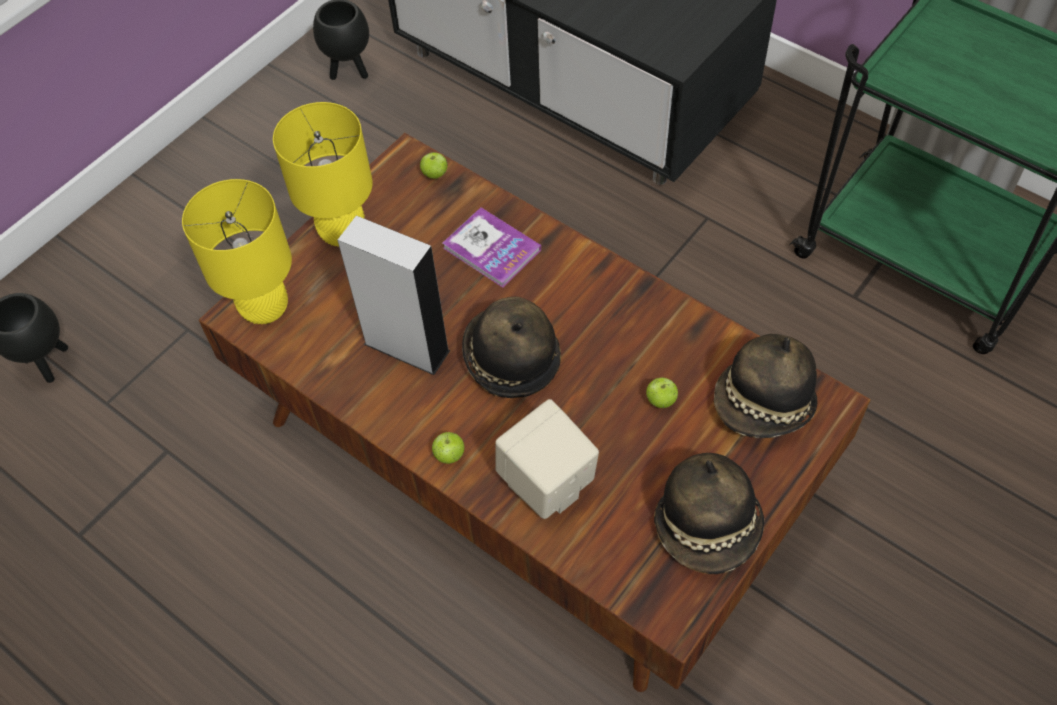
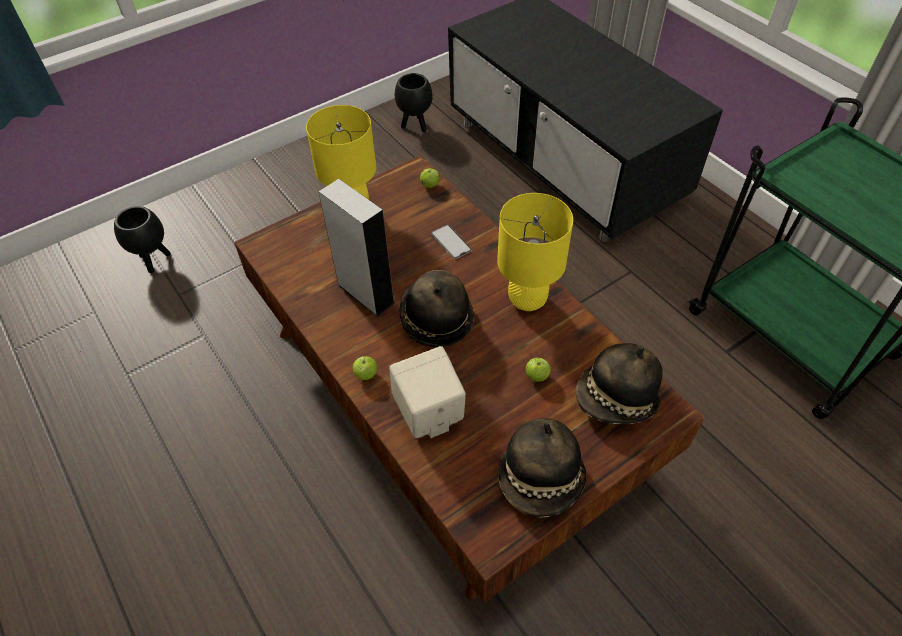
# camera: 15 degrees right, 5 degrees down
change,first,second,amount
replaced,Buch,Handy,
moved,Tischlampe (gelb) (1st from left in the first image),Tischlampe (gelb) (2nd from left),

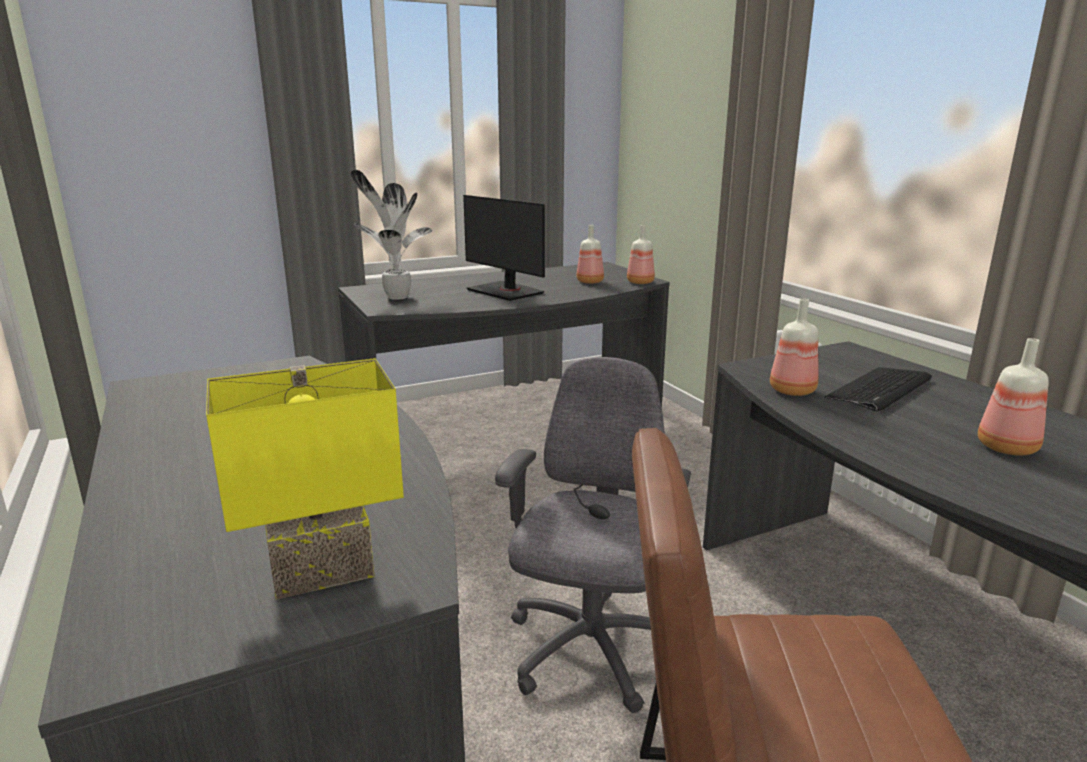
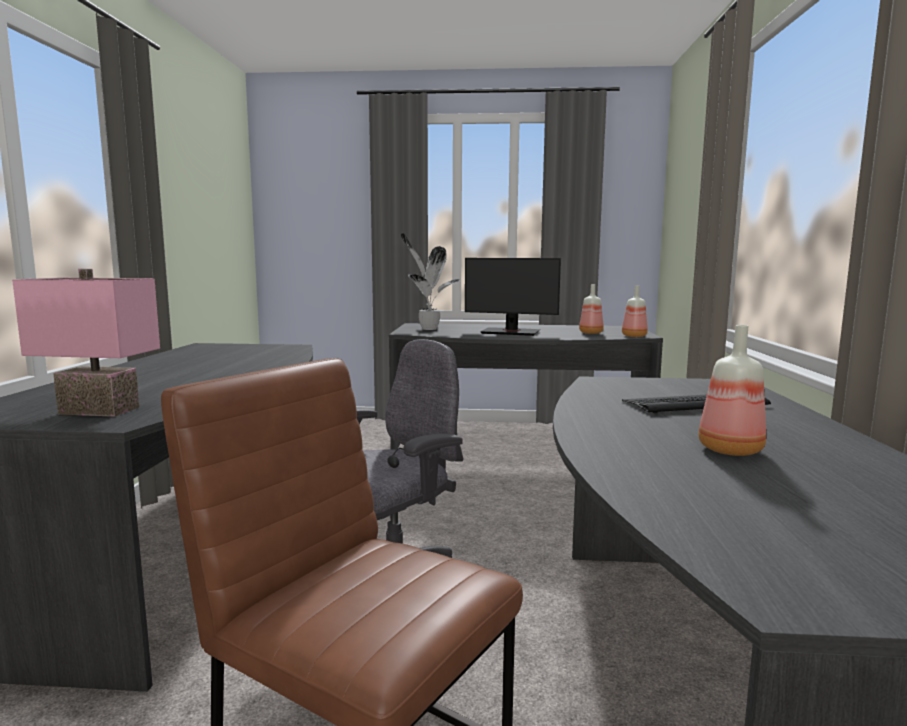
# camera: 30 degrees right, 10 degrees down
change,first,second,amount
recoloured,Tischlampe (gelb),Tischlampe (rosa),
turned,Monitor,,60 degrees counterclockwise
removed,Flasche (3rd from left),,

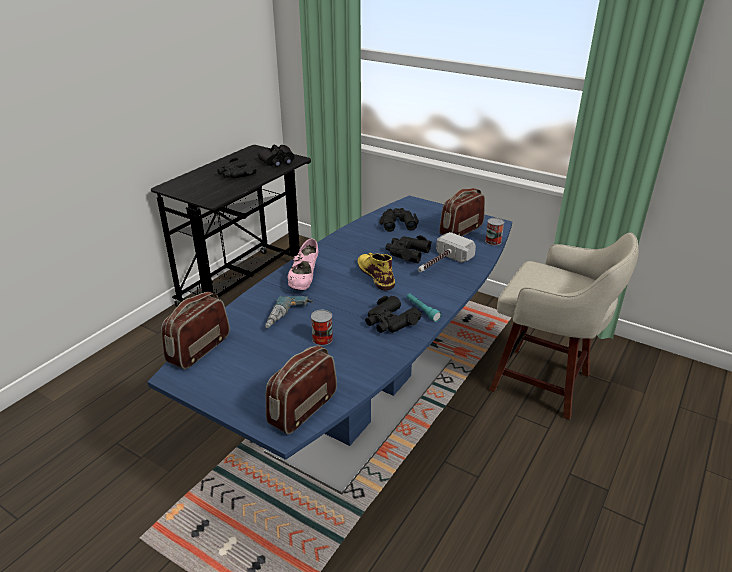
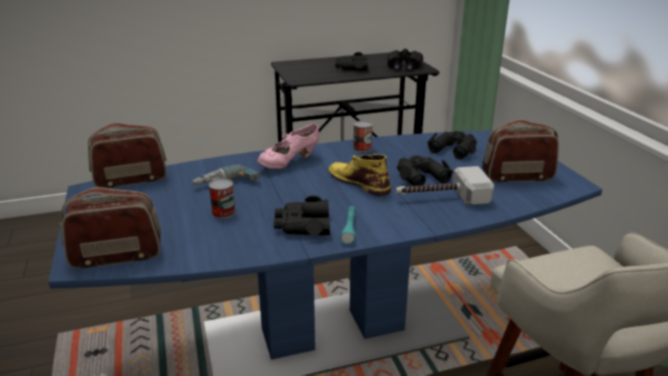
# camera: 40 degrees right, 5 degrees down
change,first,second,amount
turned,Stiefel (gelb),,60 degrees counterclockwise
moved,Dose (2nd from left),,

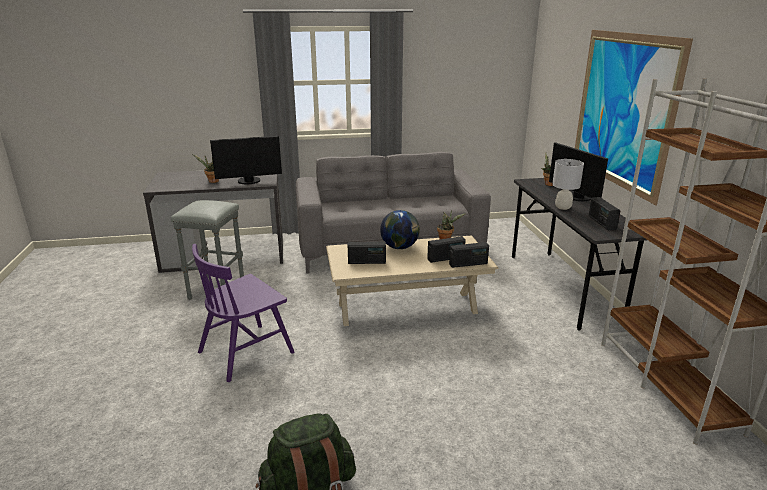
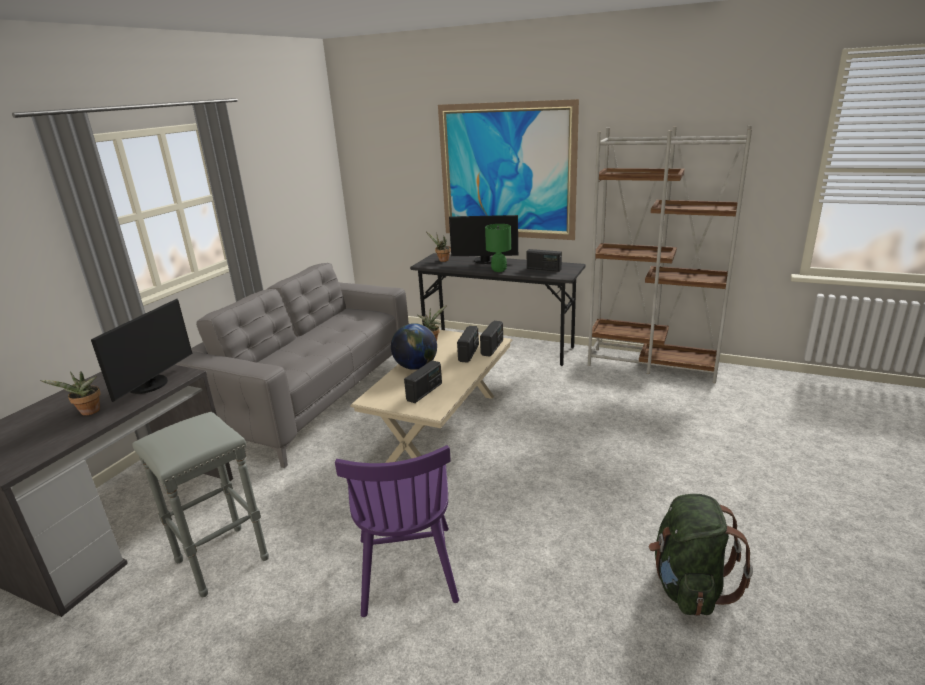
# camera: 55 degrees left, 0 degrees up
change,first,second,amount
recoloured,Tischlampe (grau),Tischlampe (grün),

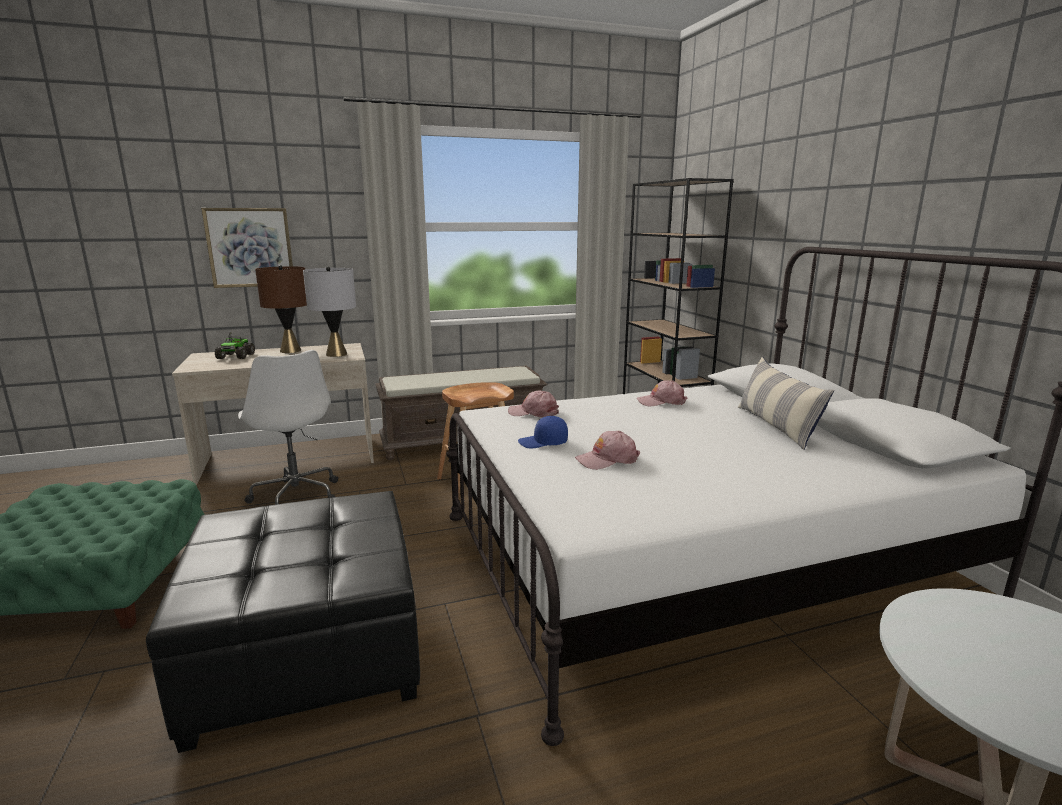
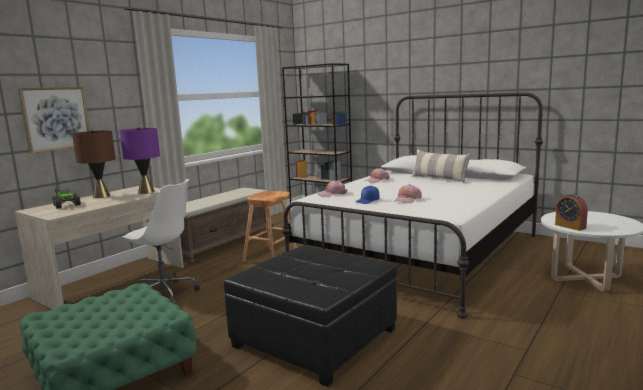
# camera: 35 degrees left, 5 degrees down
change,first,second,amount
recoloured,Tischlampe (grau),Tischlampe (lila),
added,,Wecker,

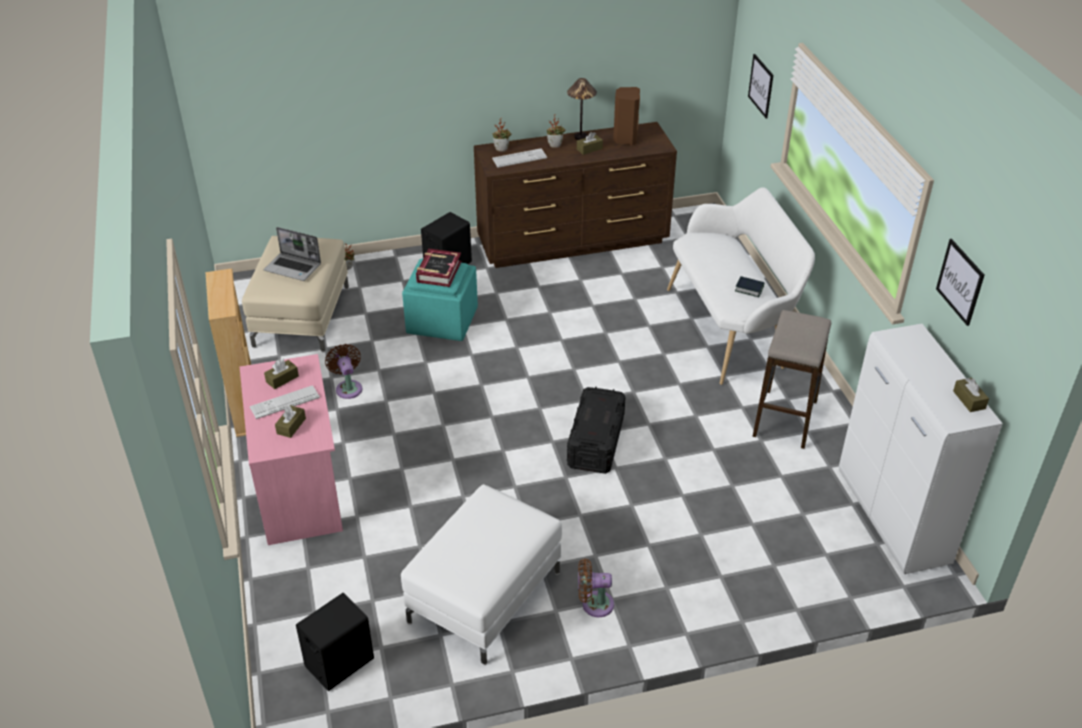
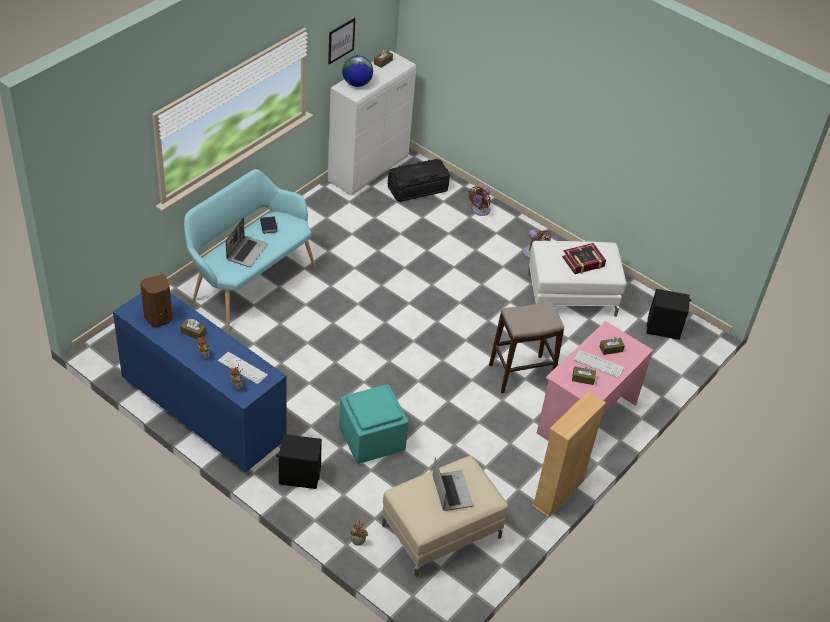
# camera: 130 degrees left, 5 degrees up
change,first,second,amount
recoloured,Kommode (braun),Kommode (blau),
recoloured,Bank (weiß),Bank (türkis),
added,,Laptop (1st from left),
added,,Globus,
moved,Aufbewahrungsbox (schwarz),,
moved,Ventilator (braun) (1st from left),,
moved,Hocker,,
moved,Buch (1st from left in the first image),Buch (2nd from left),
removed,Tischlampe,,
removed,Bild (1st from left),,

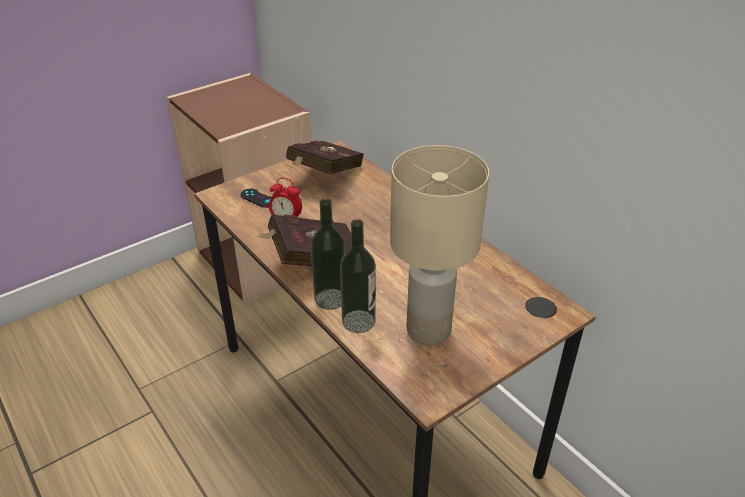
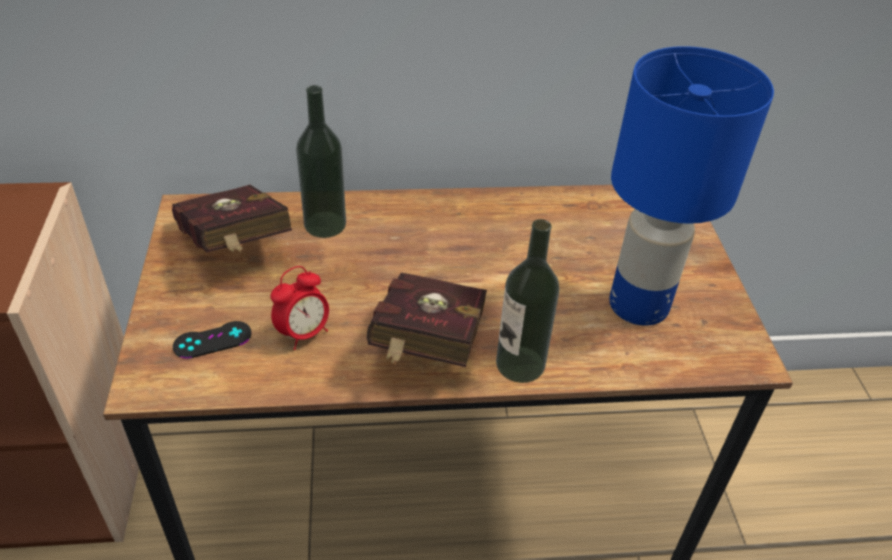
# camera: 60 degrees left, 5 degrees up
change,first,second,amount
moved,Flasche (2nd from left in the first image),Flasche (1st from left),
recoloured,Tischlampe (beige),Tischlampe (blau),

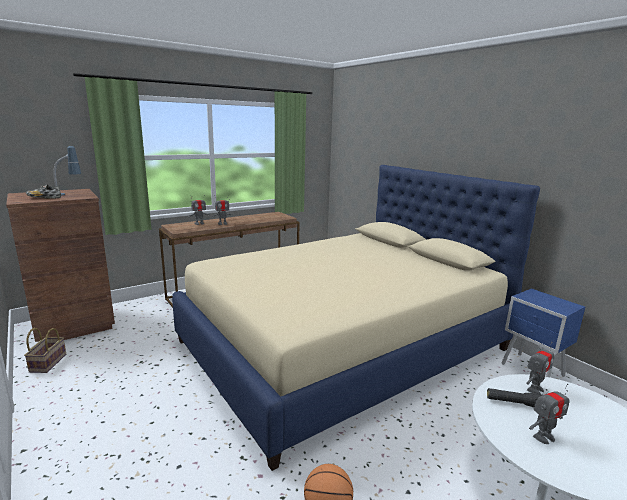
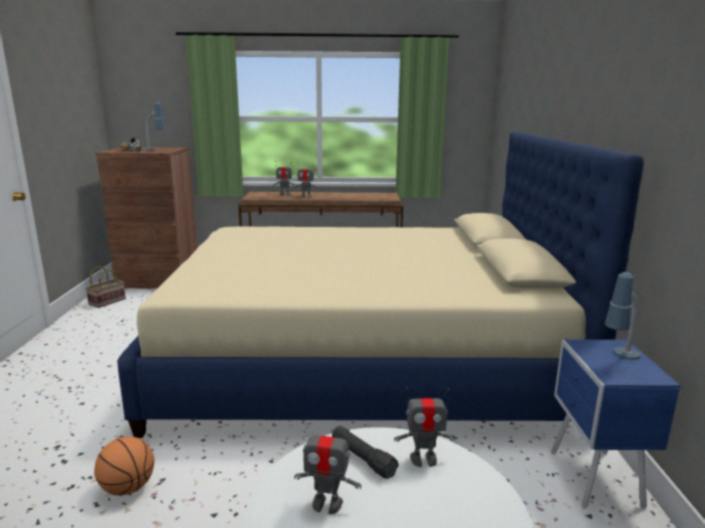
# camera: 35 degrees right, 0 degrees up
change,first,second,amount
added,,Tischlampe (2nd from left),

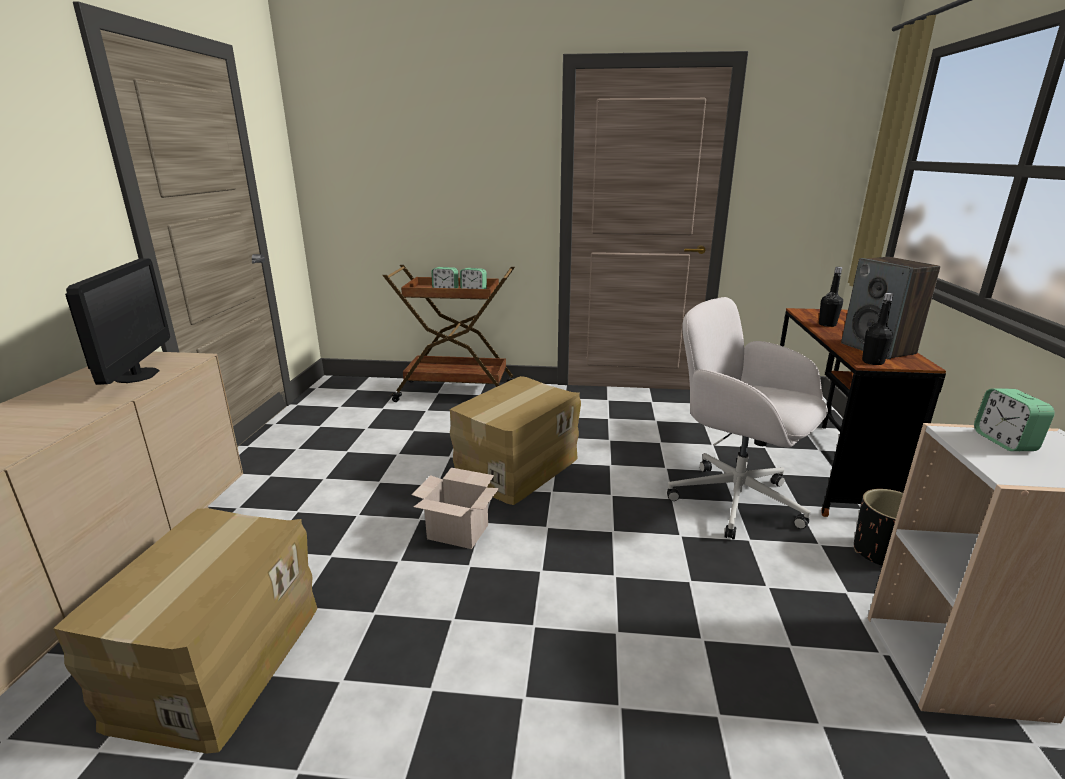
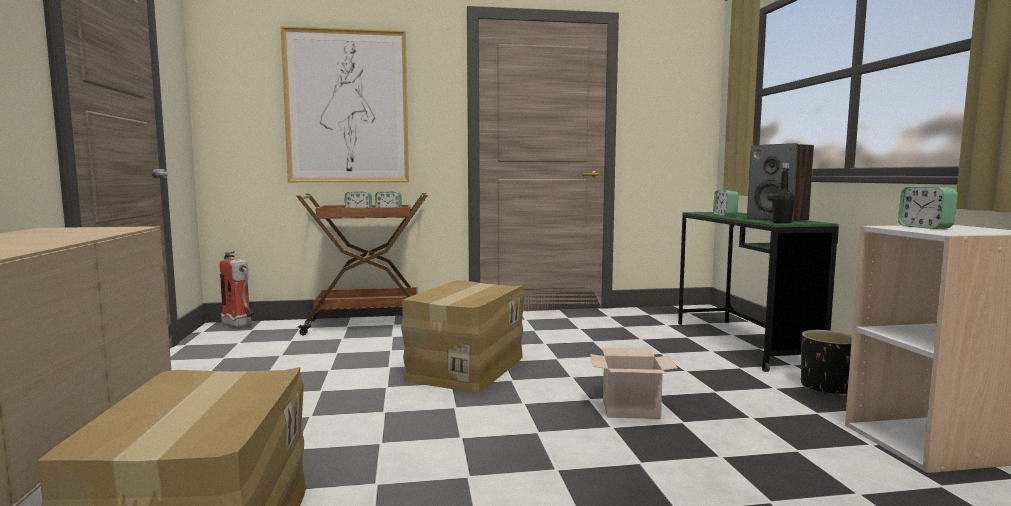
# camera: 15 degrees left, 15 degrees down
change,first,second,amount
added,,Feuerlöscher,
added,,Bild,
moved,Karton (2nd from left in the first image),Karton (3rd from left),
recoloured,Schreibtisch (braun),Schreibtisch (grün),
replaced,Flasche (schwarz) (1st from left),Wecker (3rd from left),
removed,Monitor,,
removed,Bürostuhl (weiß),,

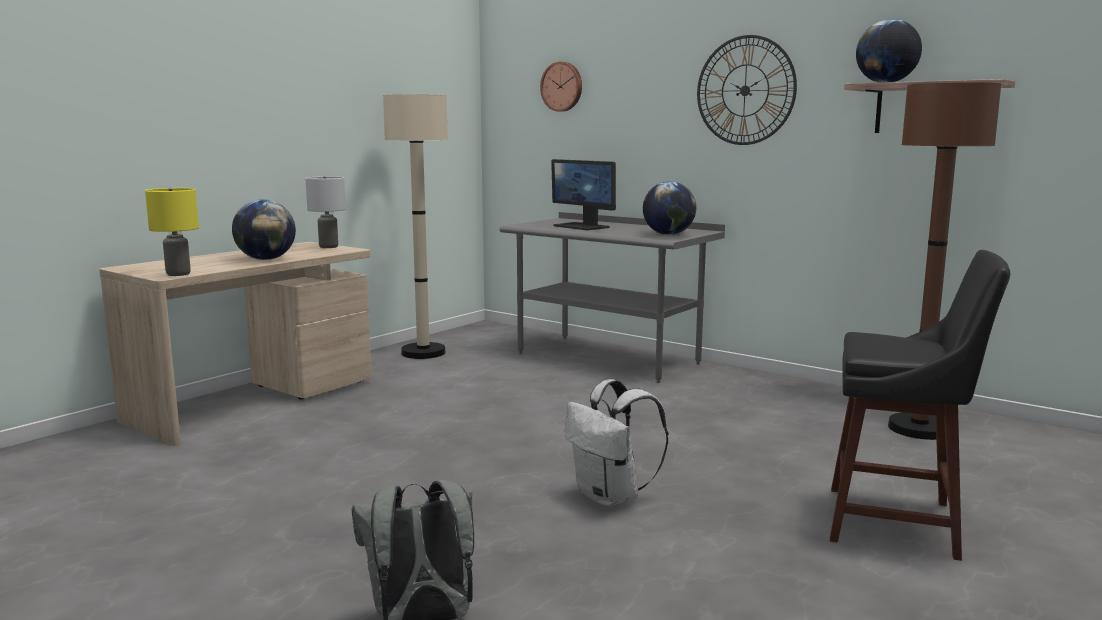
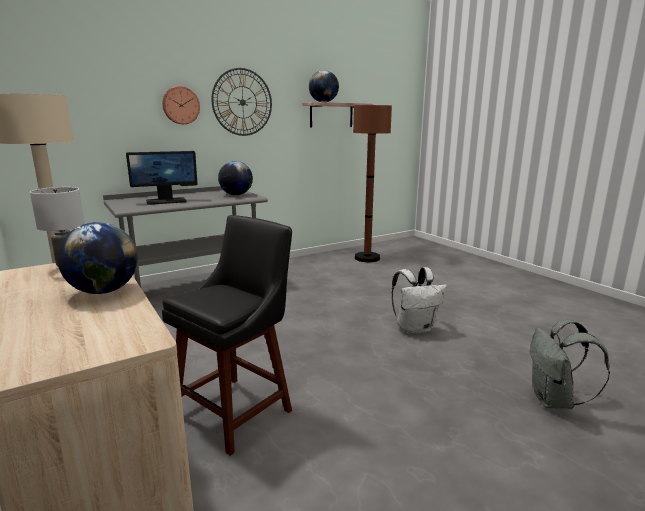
# camera: 70 degrees left, 5 degrees up
change,first,second,amount
moved,Wanduhr (1st from left),,
moved,Stuhl (schwarz),,
removed,Tischlampe (gelb),,

